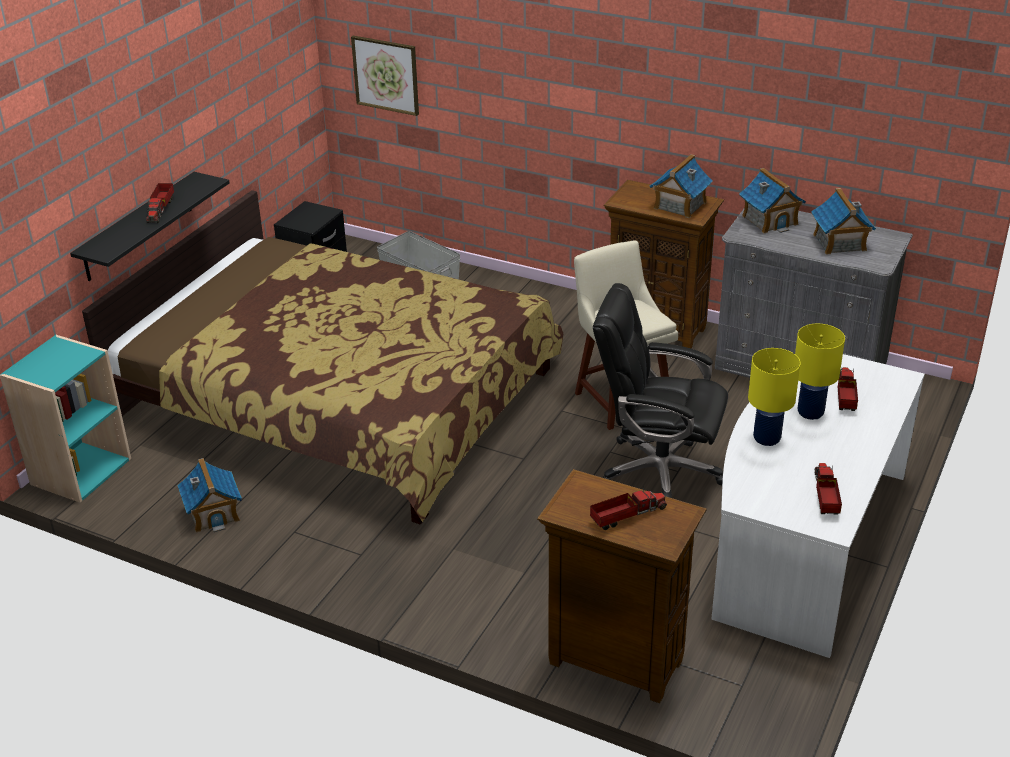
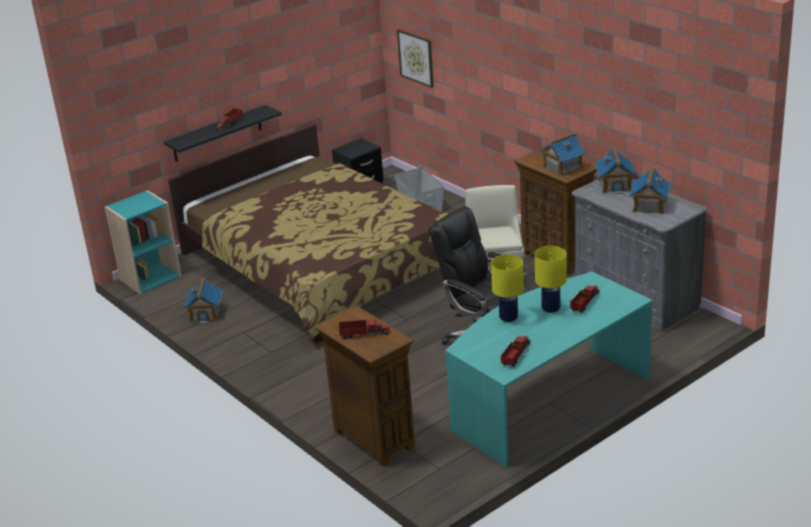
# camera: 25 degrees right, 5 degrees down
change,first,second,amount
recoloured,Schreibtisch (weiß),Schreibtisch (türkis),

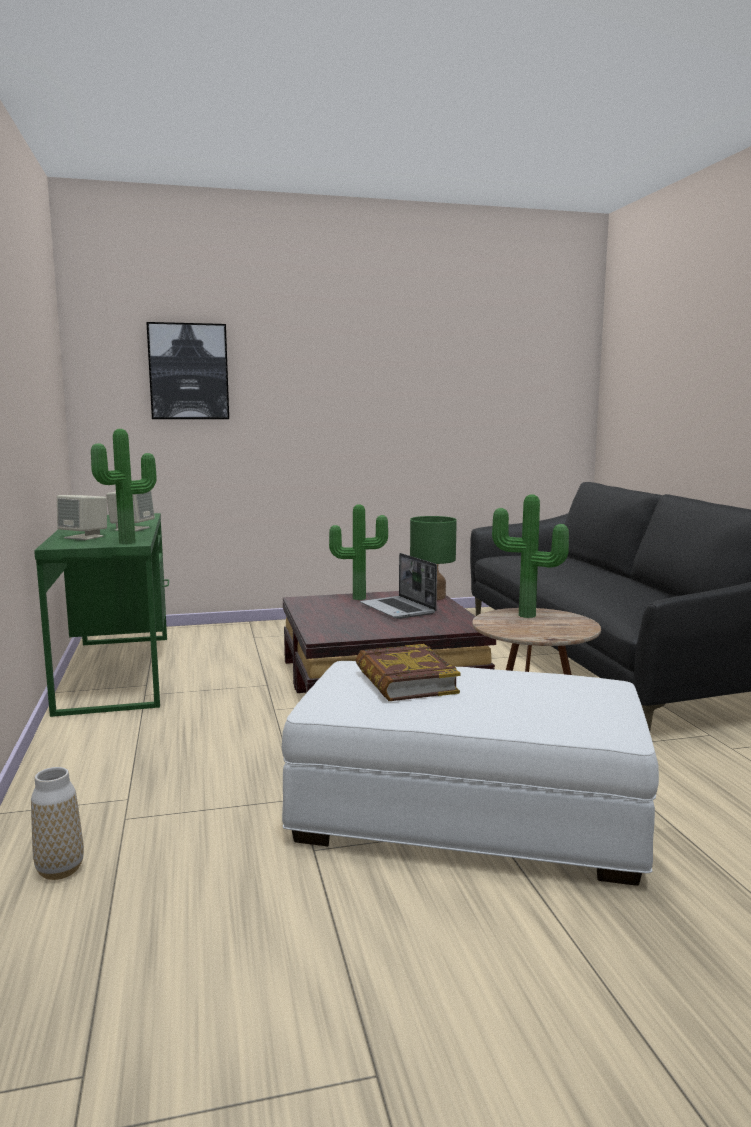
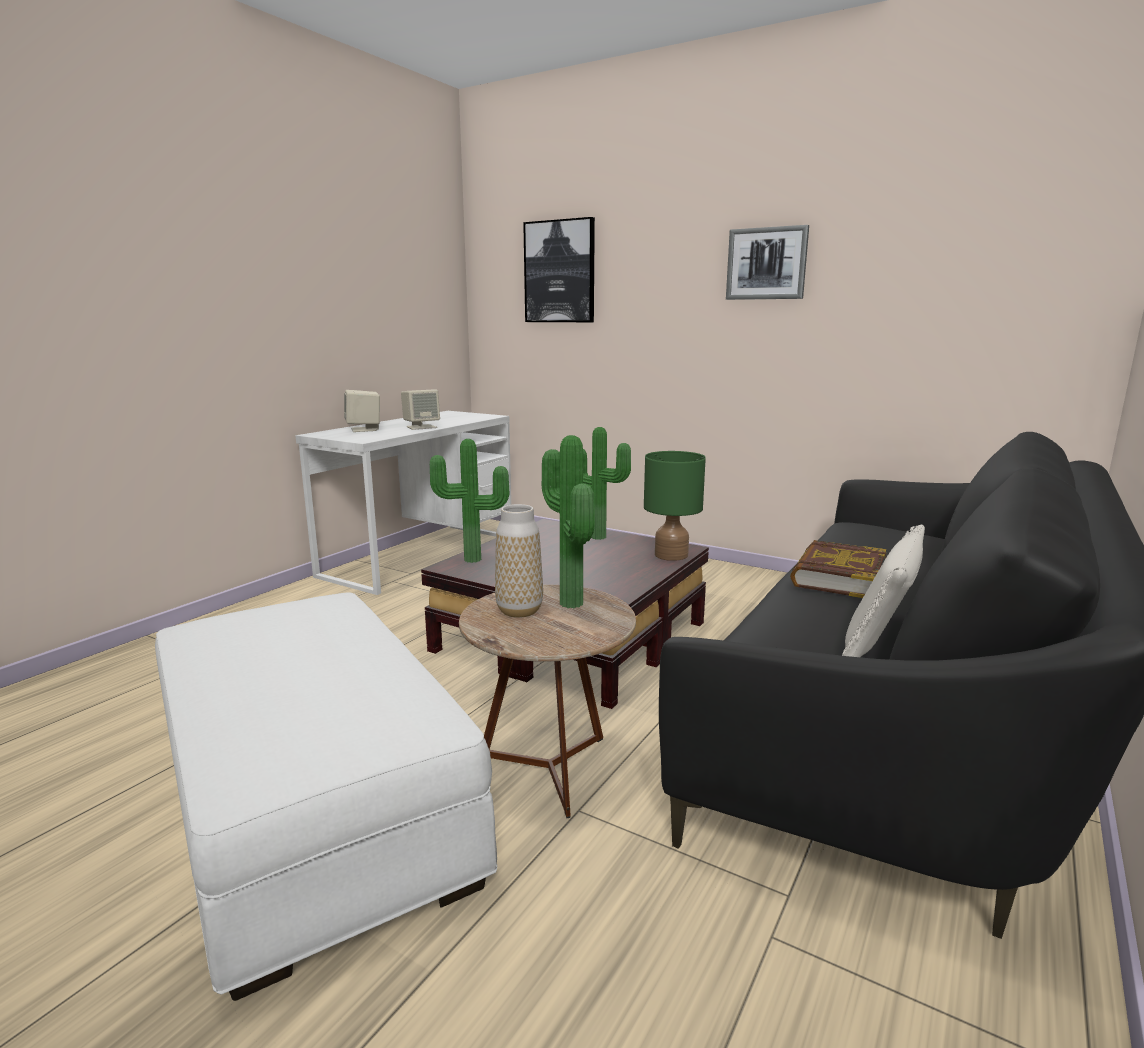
# camera: 45 degrees right, 5 degrees up
change,first,second,amount
recoloured,Schreibtisch (grün),Schreibtisch (weiß),
moved,Topfpflanze (1st from left),,
moved,Vase,,
added,,Bild (2nd from left),
moved,Buch,,
added,,Kissen (weiß),
removed,Laptop,,

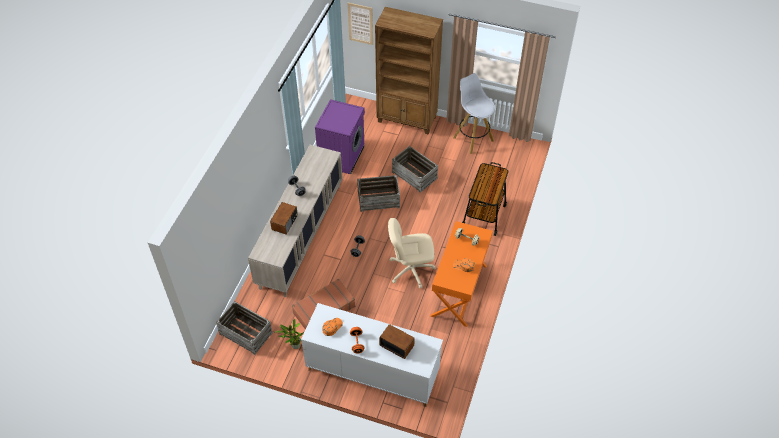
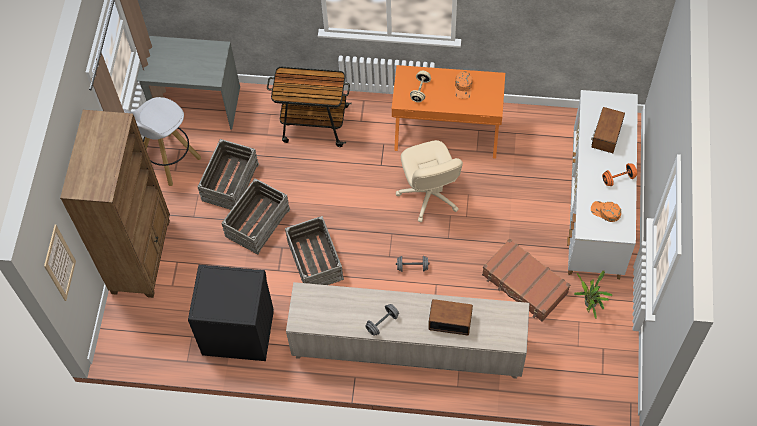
# camera: 100 degrees left, 10 degrees up
change,first,second,amount
added,,Schreibtisch (grau),
recoloured,Waschmaschine (lila),Waschmaschine (schwarz),
moved,Kiste (1st from left),,

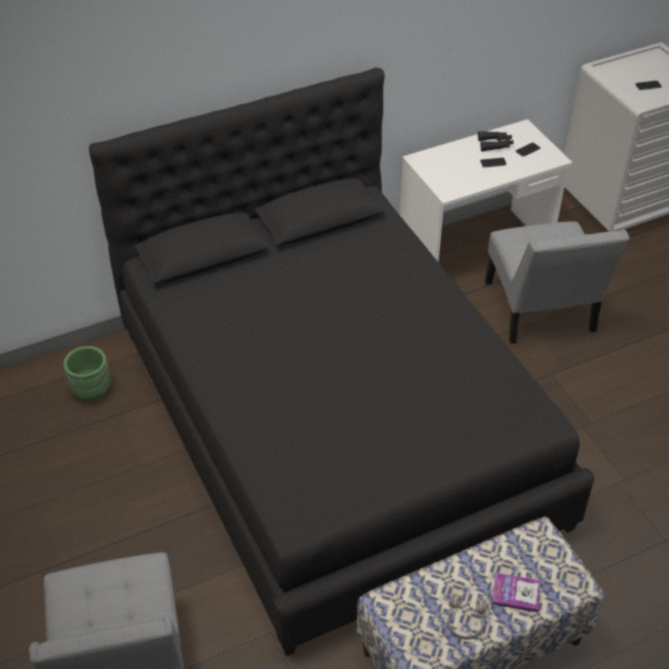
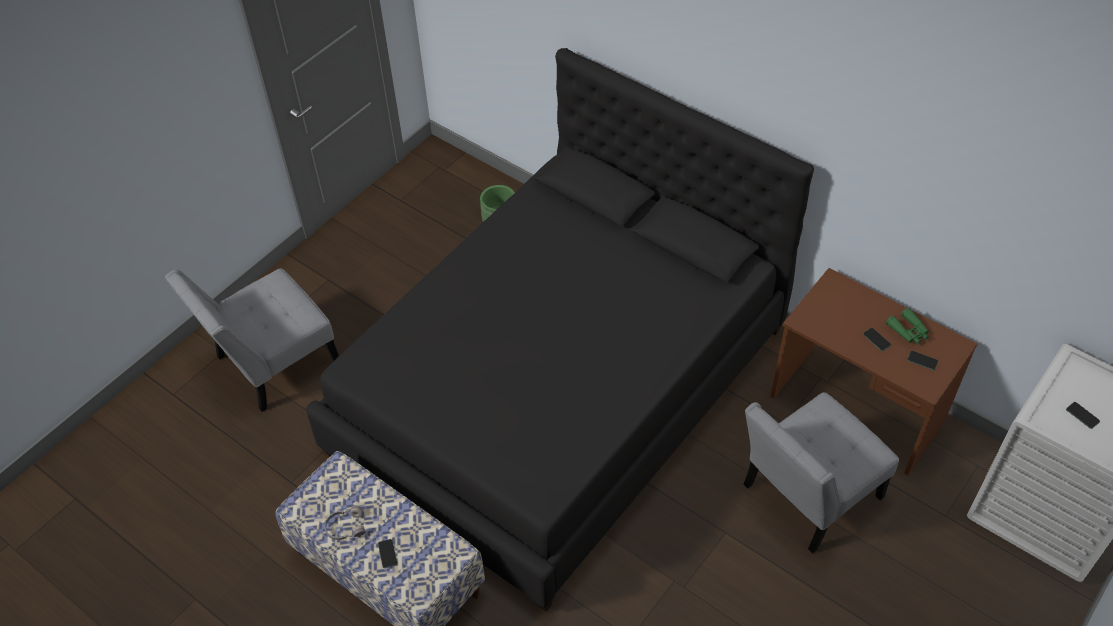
# camera: 65 degrees right, 5 degrees up
change,first,second,amount
replaced,Buch,Handy (1st from left),
recoloured,Schreibtisch (weiß),Schreibtisch (braun),
recoloured,Fernglas (schwarz),Fernglas (grün),

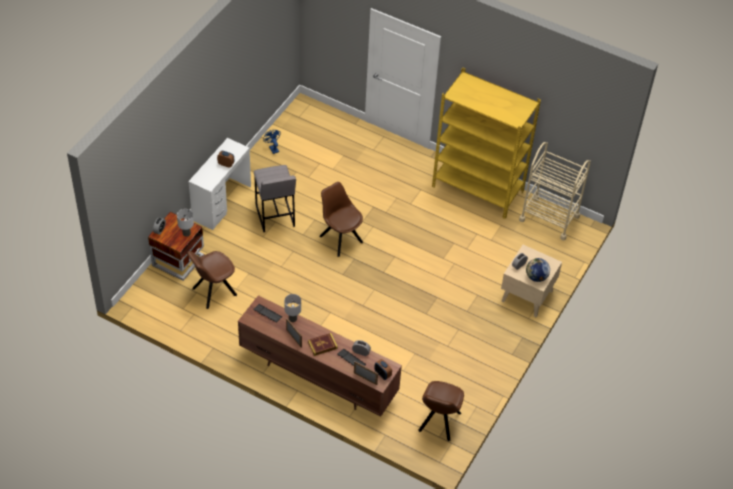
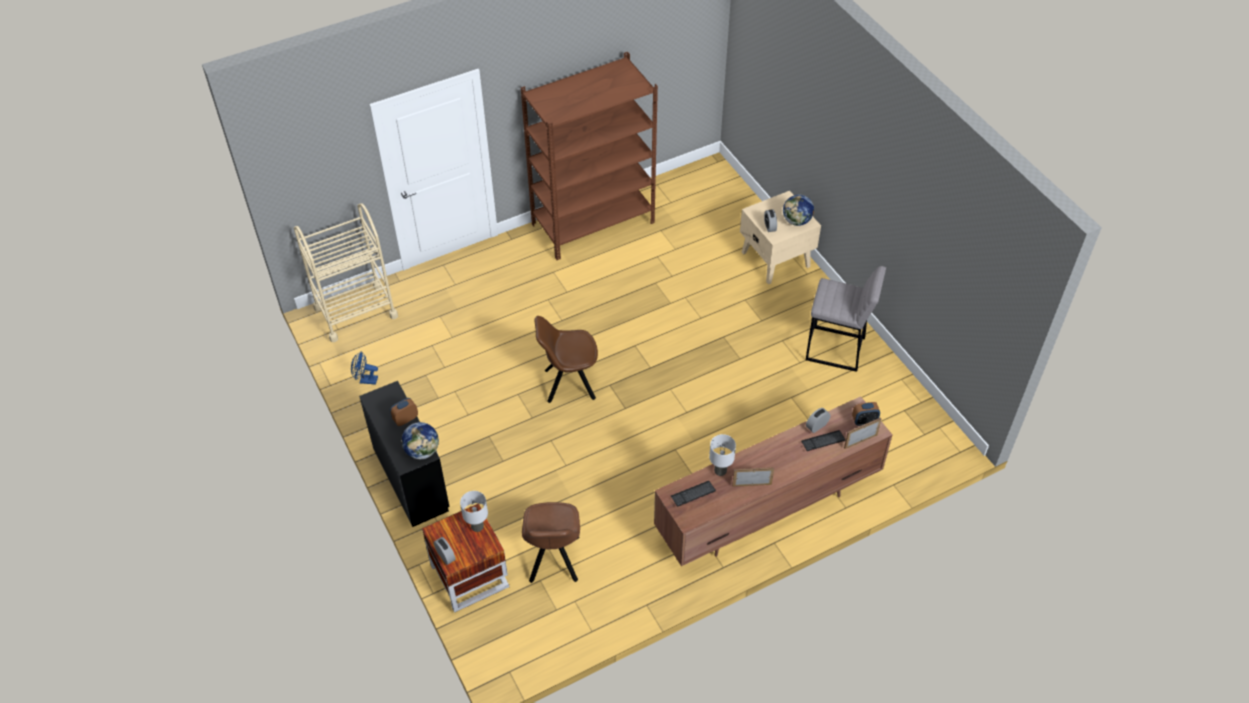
# camera: 55 degrees left, 0 degrees up
change,first,second,amount
moved,Rollwagen (beige),,
recoloured,Schreibtisch (weiß),Schreibtisch (schwarz),
added,,Globus (1st from left),
recoloured,Bücherregal (gelb),Bücherregal (braun),
moved,Hocker (grau),,
removed,Buch,,
removed,Stuhl (braun) (3rd from left),,

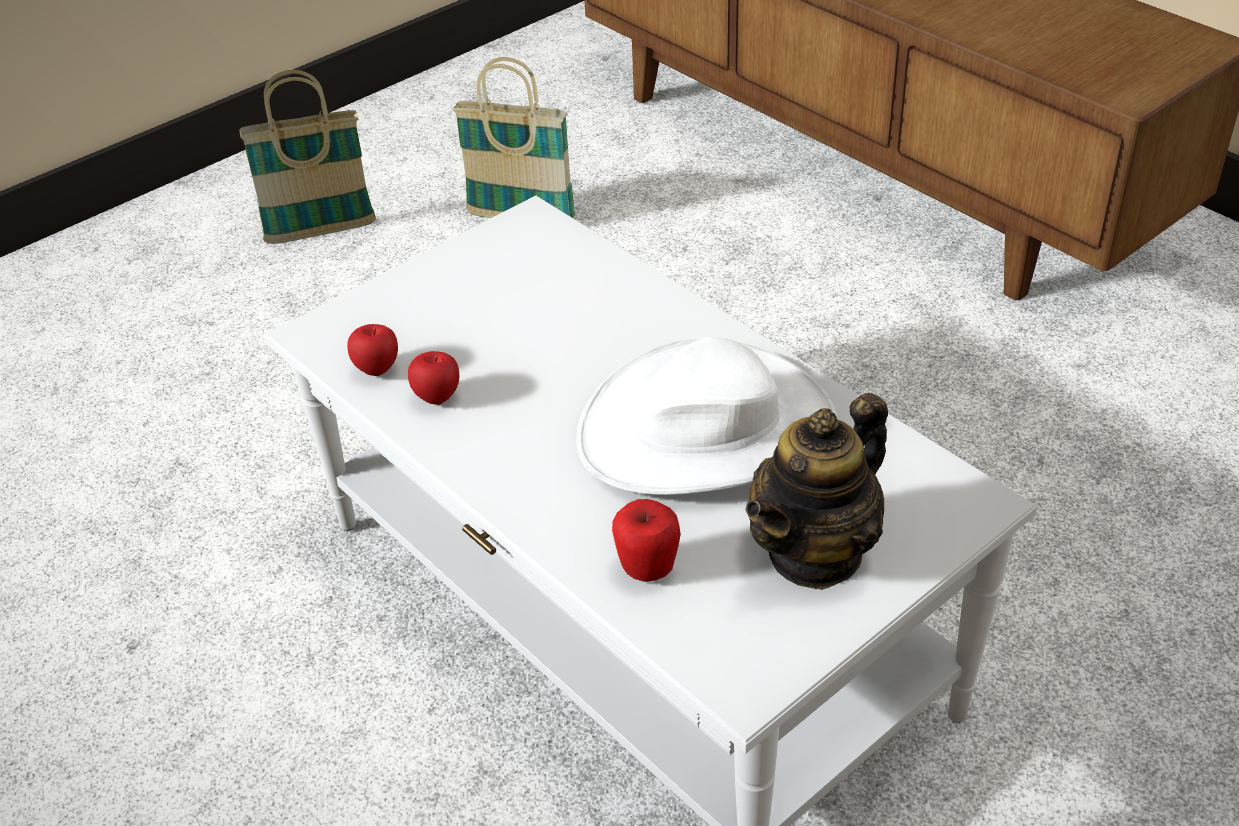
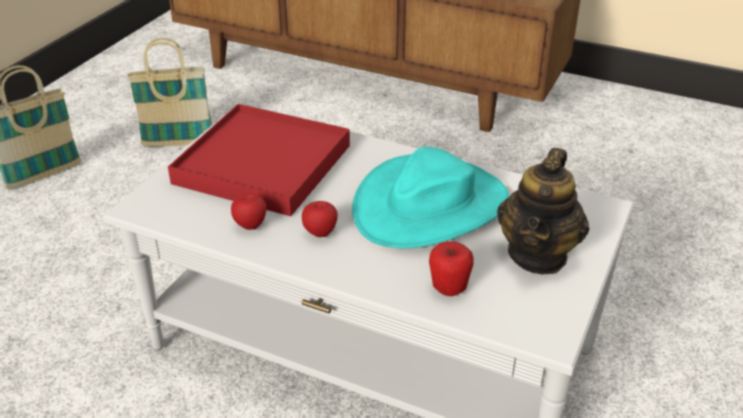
# camera: 25 degrees left, 5 degrees down
change,first,second,amount
added,,Tablett (rot),
moved,Apfel (1st from left in the first image),Apfel (2nd from left),
recoloured,Hut (weiß),Hut (türkis),

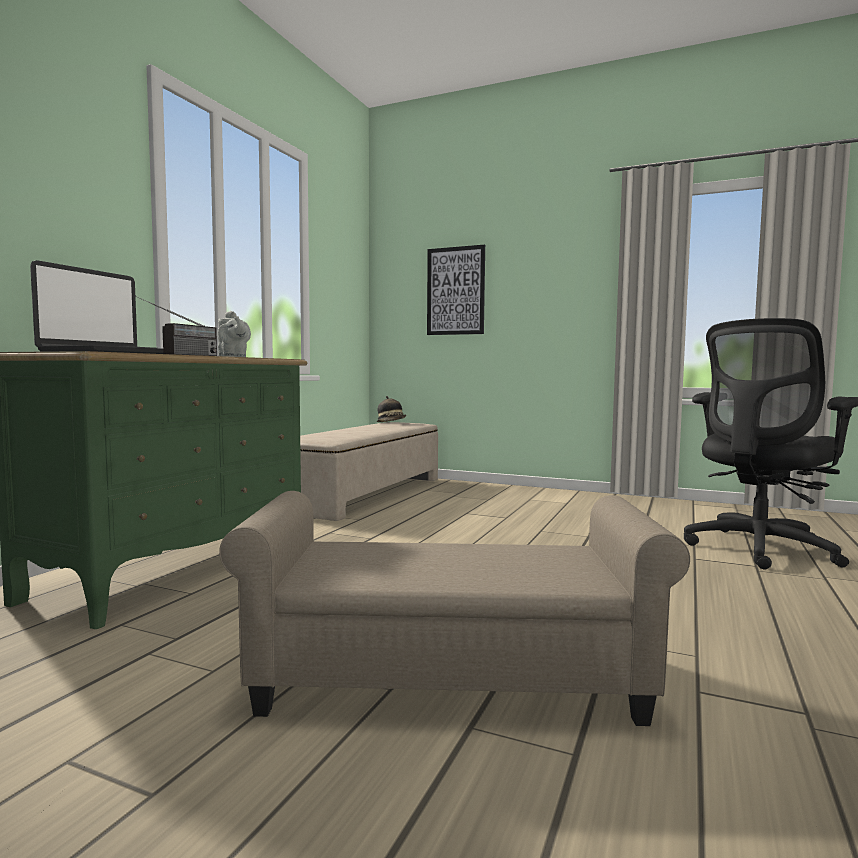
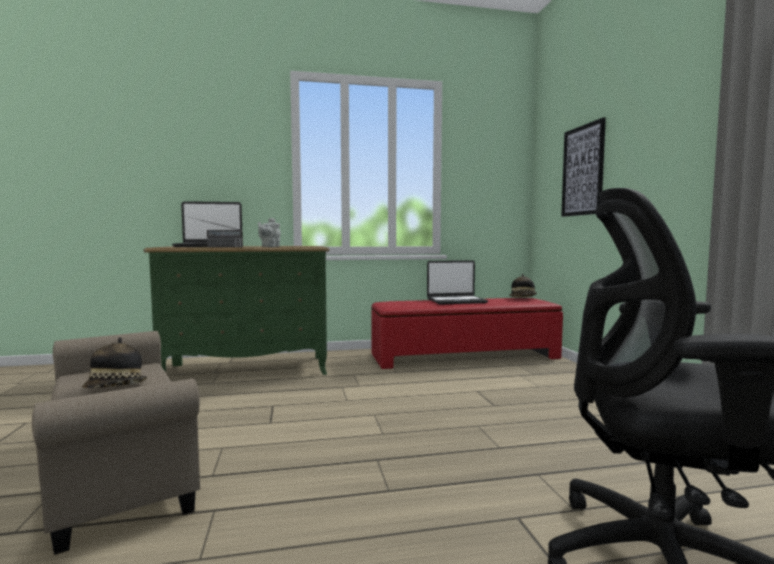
# camera: 55 degrees right, 0 degrees up
change,first,second,amount
added,,Hut (1st from left),
recoloured,Bank (beige),Bank (rot),
added,,Laptop (2nd from left),

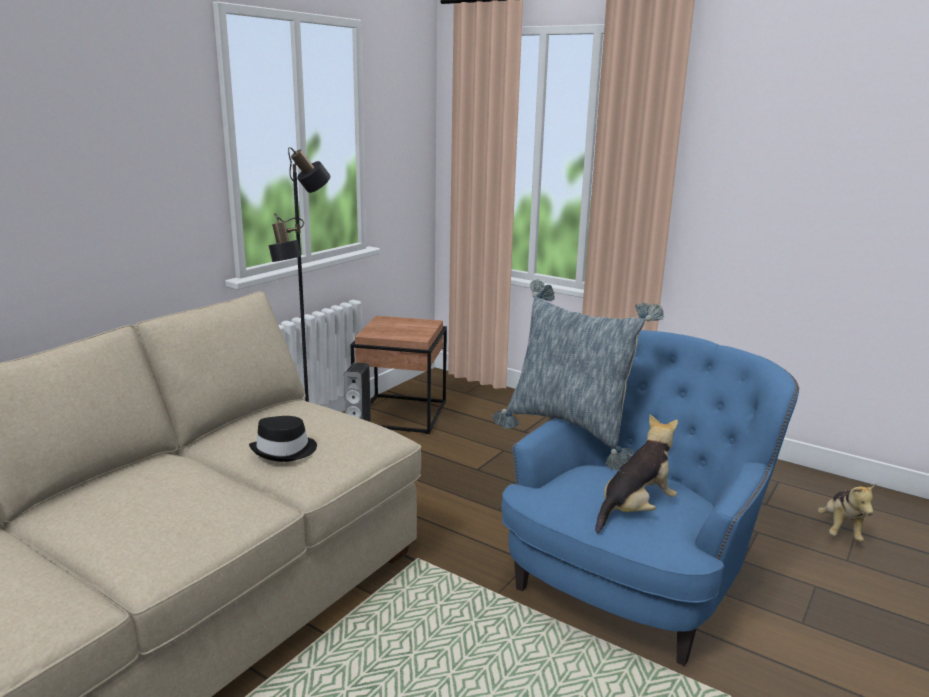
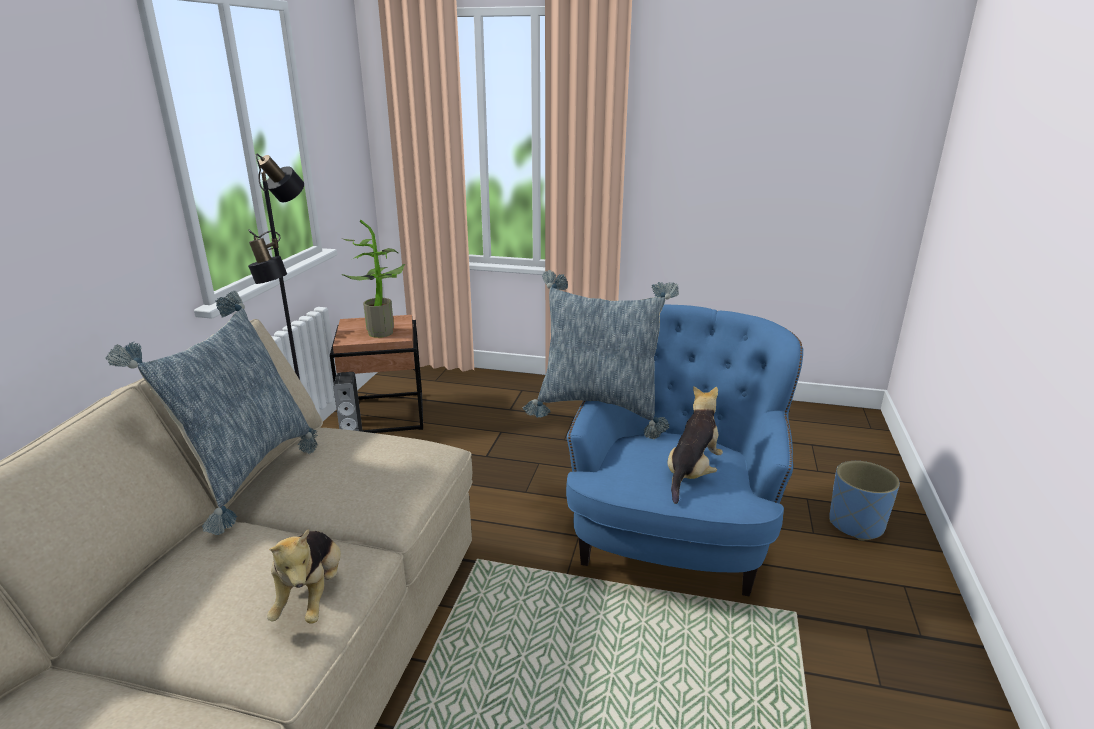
# camera: 20 degrees left, 5 degrees up
change,first,second,amount
added,,Kissen (1st from left),
moved,Plüschtier (2nd from left in the first image),Plüschtier (1st from left),
added,,Topfpflanze,
added,,Pflanzkübel (blau),
removed,Hut (schwarz),,

